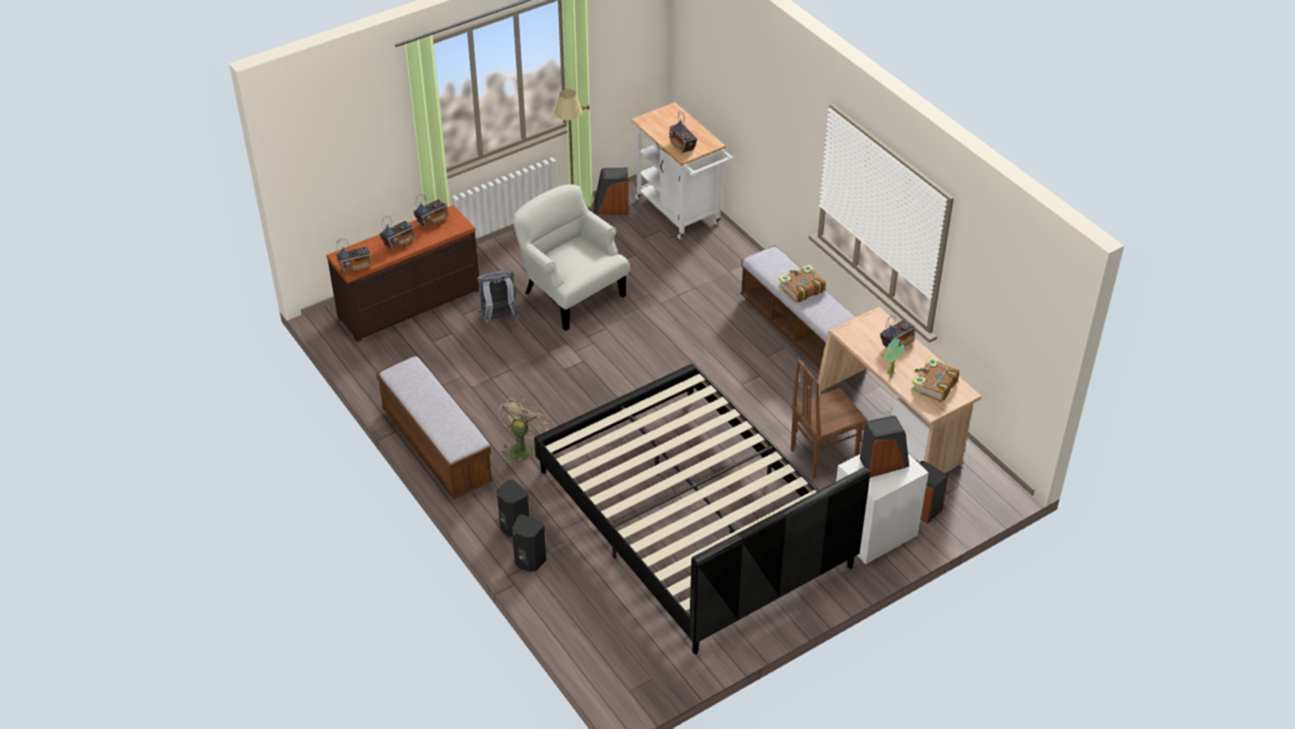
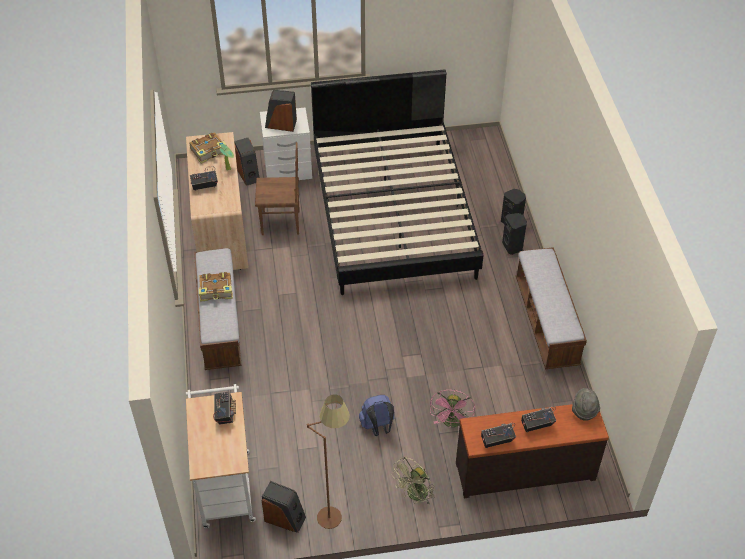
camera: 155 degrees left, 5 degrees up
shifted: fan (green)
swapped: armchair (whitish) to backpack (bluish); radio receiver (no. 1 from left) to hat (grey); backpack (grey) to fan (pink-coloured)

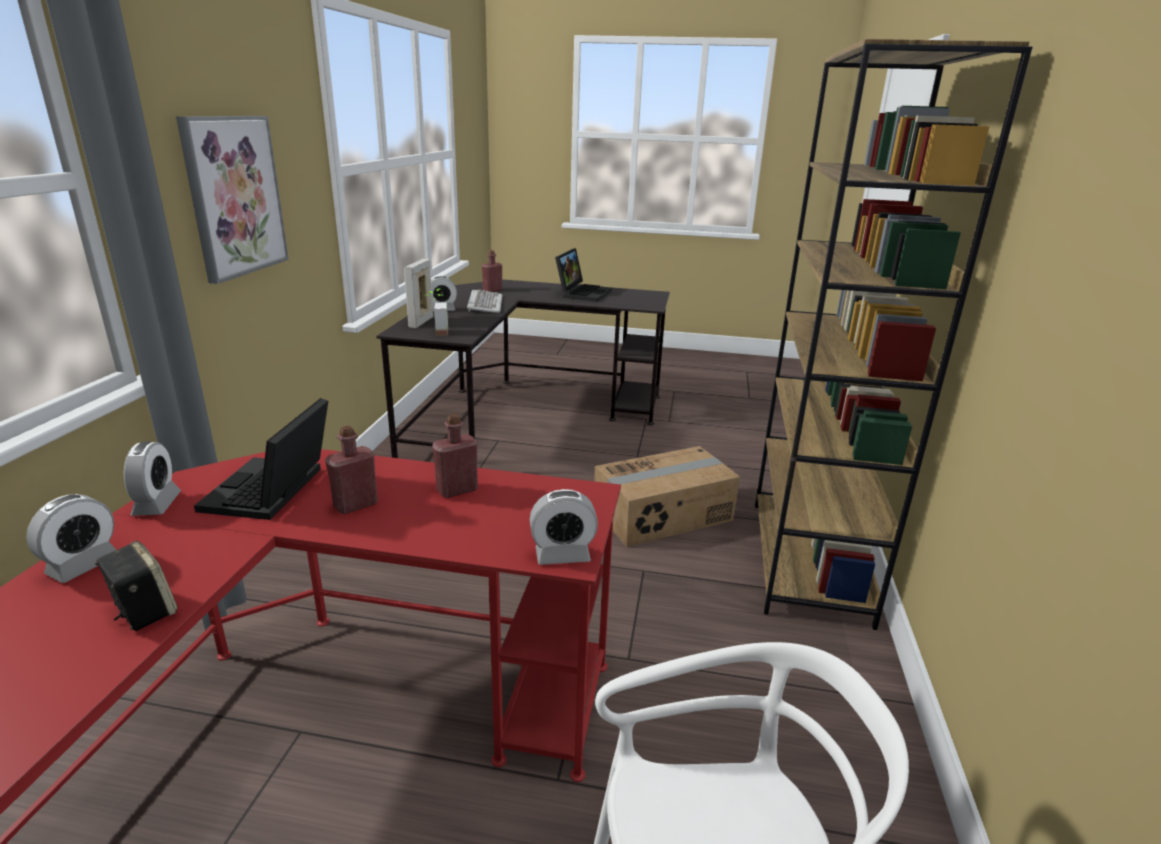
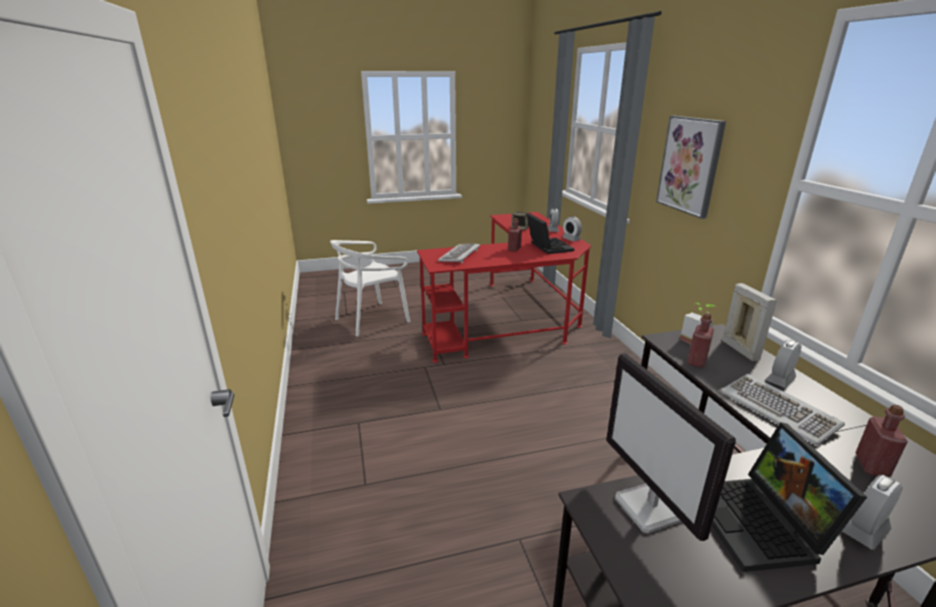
camera: 155 degrees right, 0 degrees up
gone: shelving unit (brown-coloured); cardboard box
new: keyboard (no. 1 from left); computer display
shifted: beverage bottle (red-coloured) (no. 2 from left); table clock (no. 4 from left)

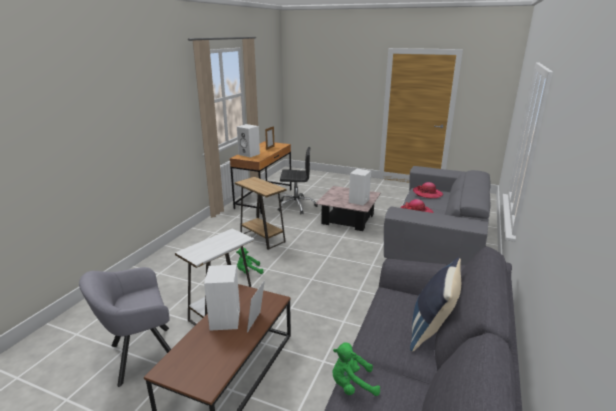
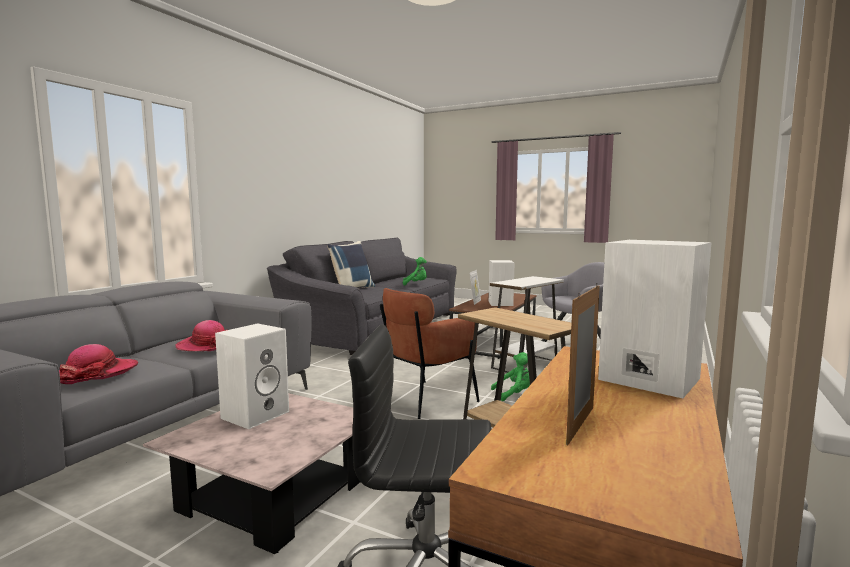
camera: 175 degrees left, 15 degrees down
new: armchair (brown-coloured)

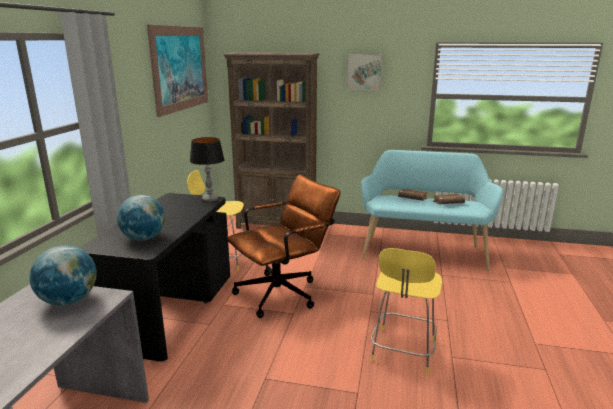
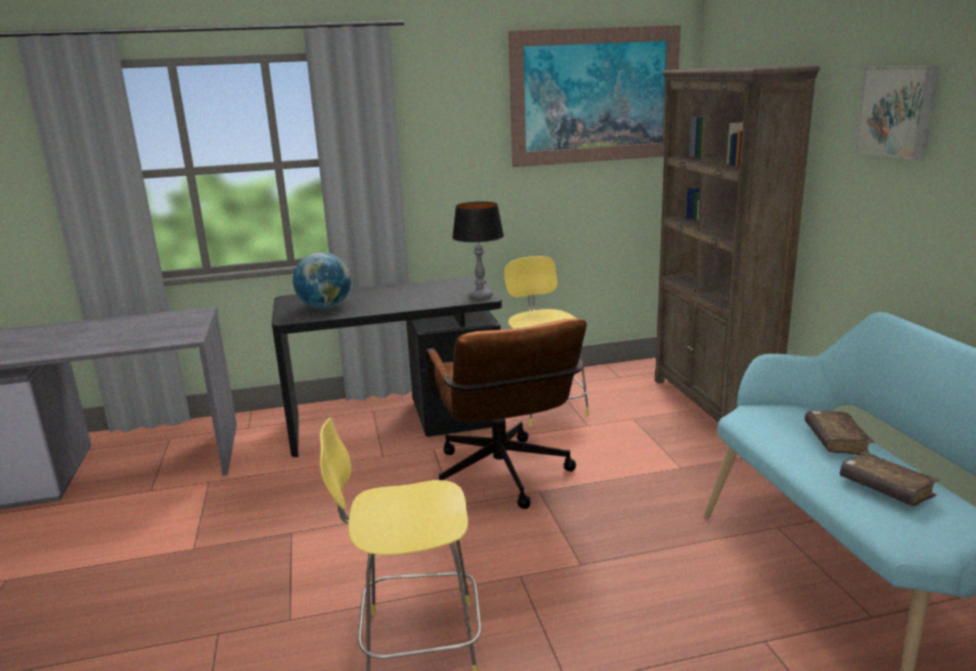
camera: 65 degrees right, 0 degrees up
gone: globe (no. 1 from left)
rotated: office chair (brown-coloured) 45 degrees clockwise

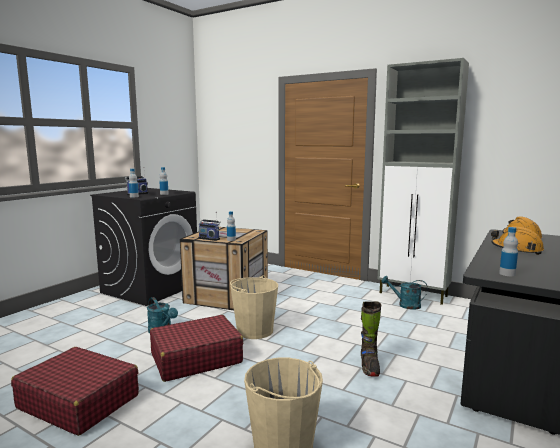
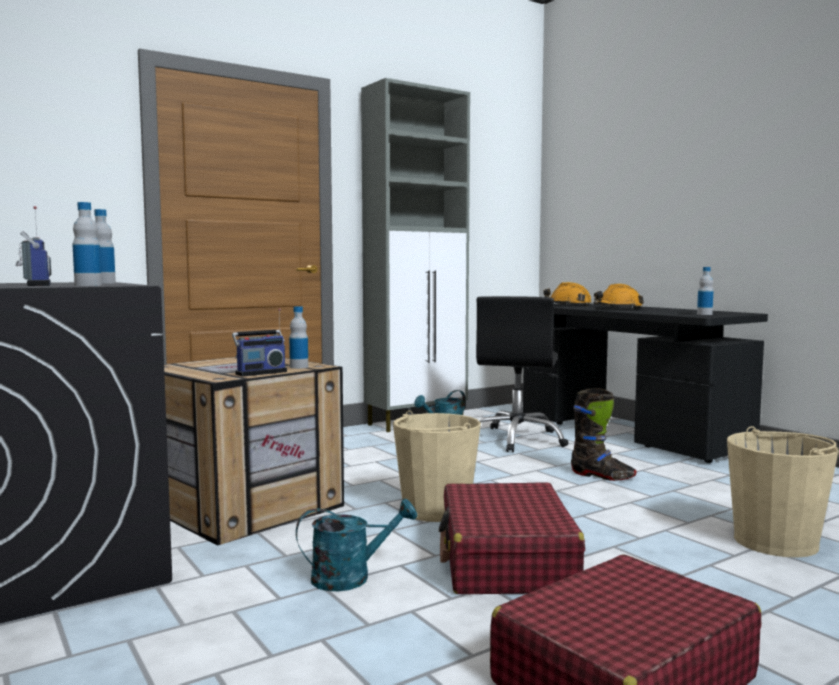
camera: 65 degrees left, 5 degrees down
new: office chair (blackish)

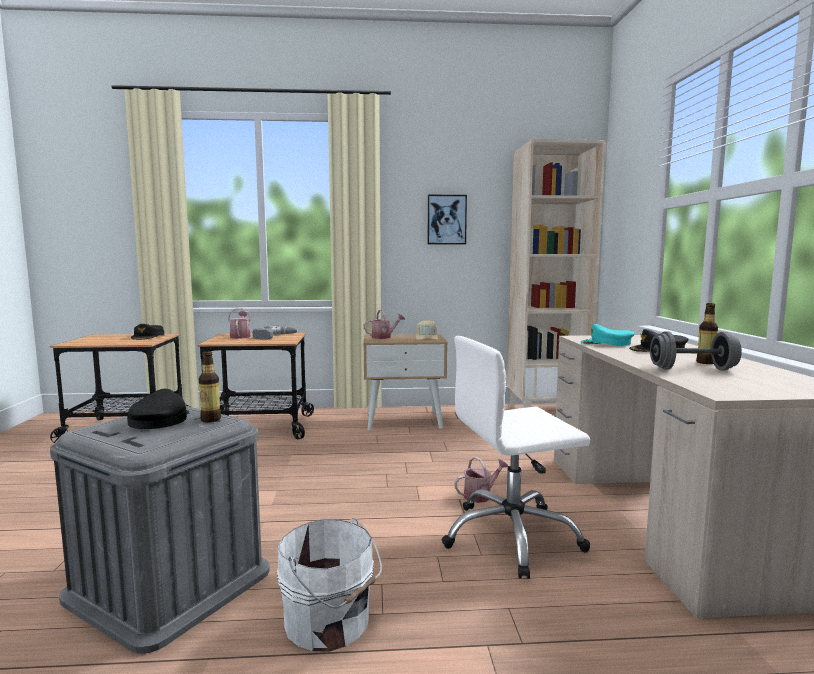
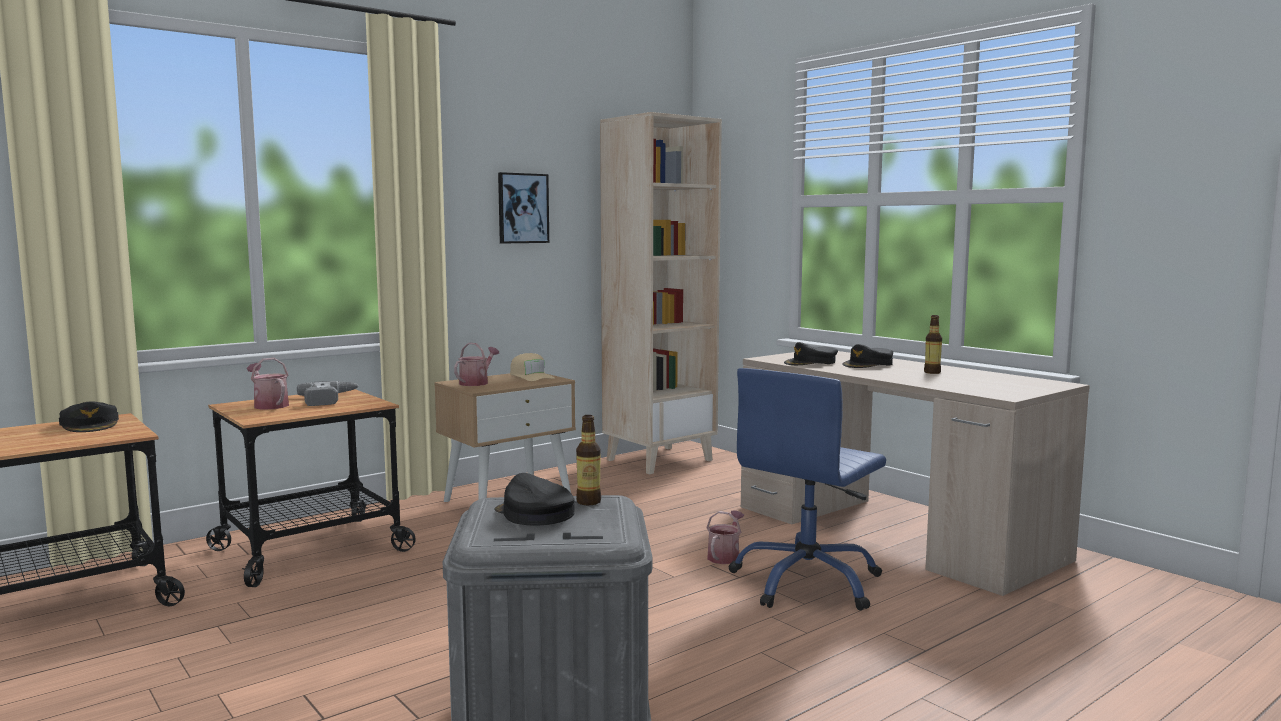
camera: 35 degrees left, 0 degrees up
gone: hand weight (grey); bucket (whitish)
repainted: peaked cap (blue-green) to peaked cap (blackish) (no. 3 from left); office chair (whitish) to office chair (bluish)

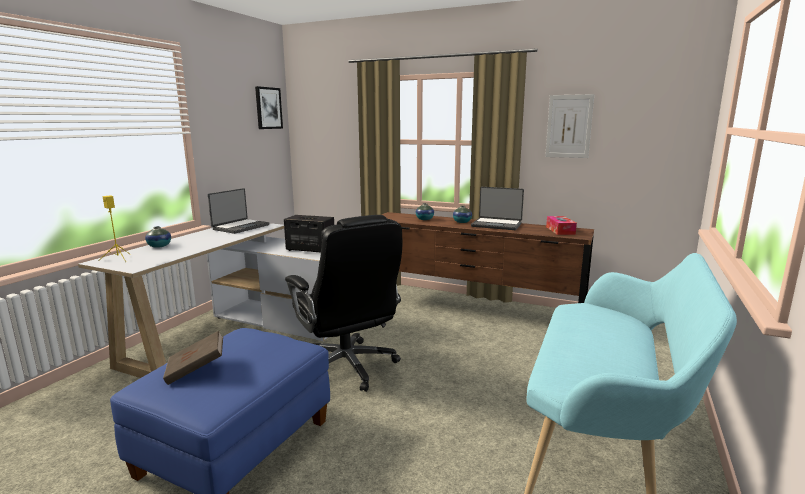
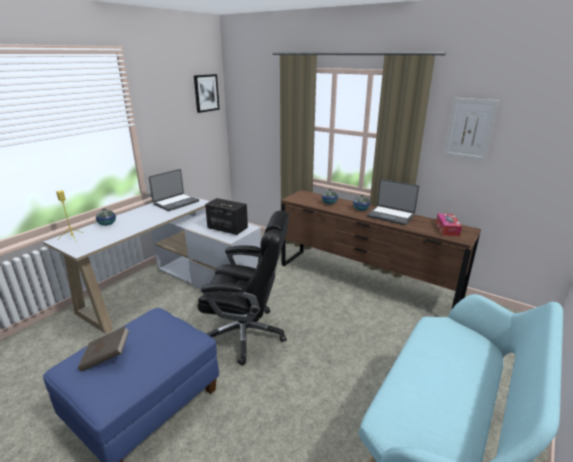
camera: 10 degrees right, 10 degrees up
rotated: office chair (blackish) 60 degrees counterclockwise

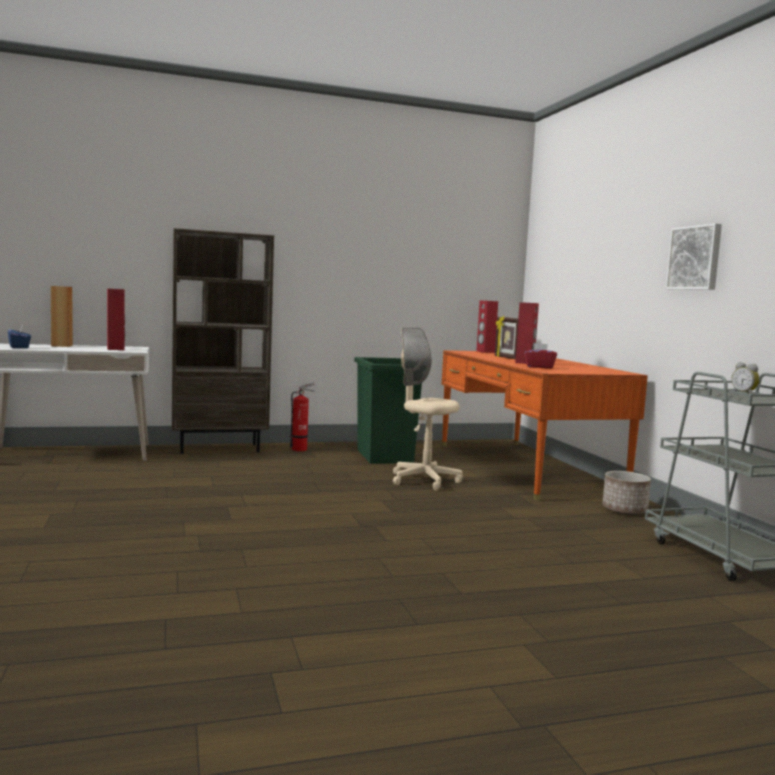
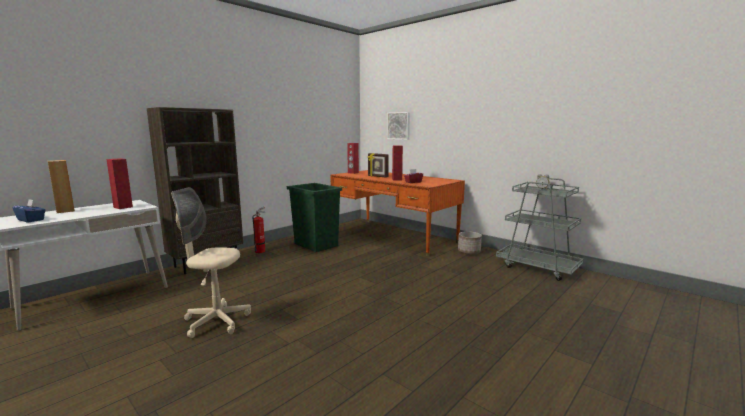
camera: 30 degrees left, 5 degrees up
shifted: wall art; office chair (beige)

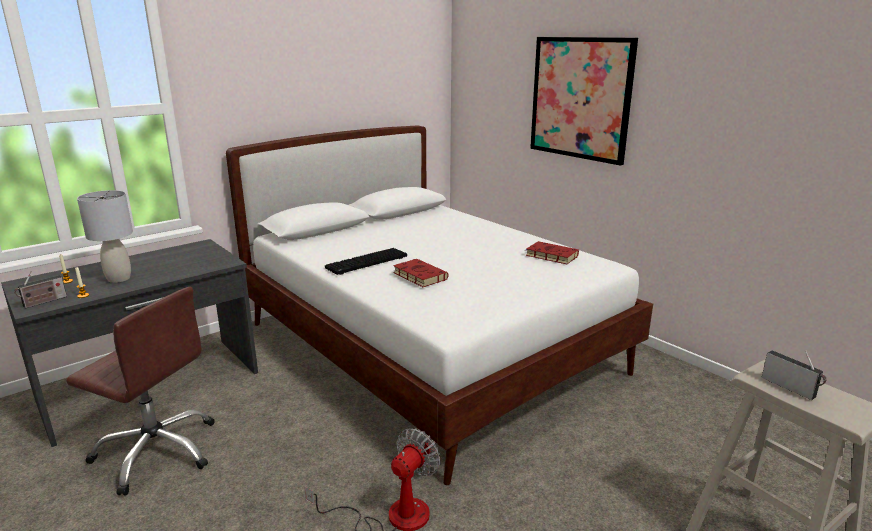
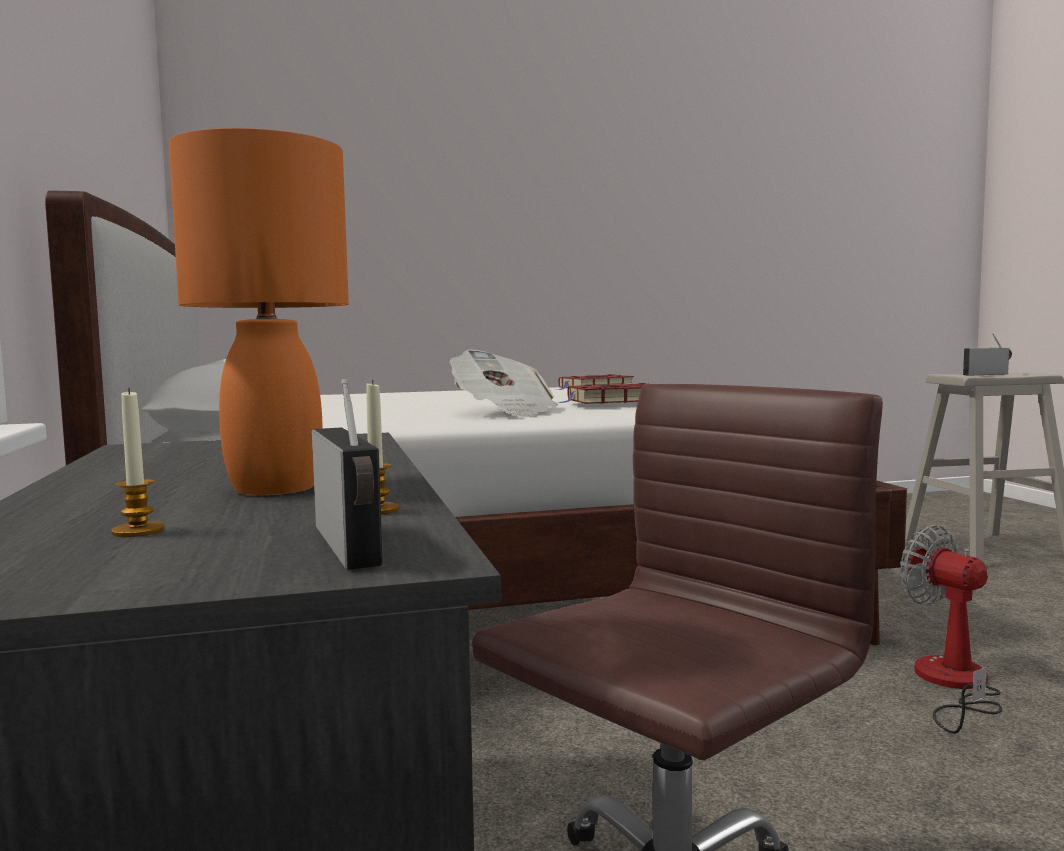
camera: 65 degrees left, 15 degrees down
gone: wall art
swapped: keyboard to daily paper
repainted: table lamp (grey) to table lamp (orange)

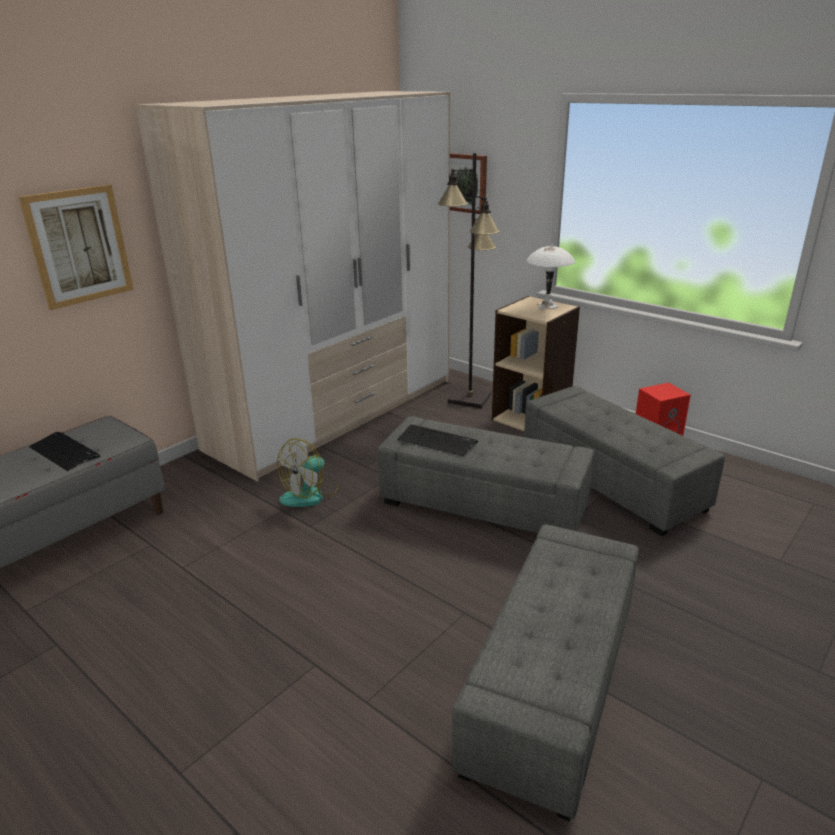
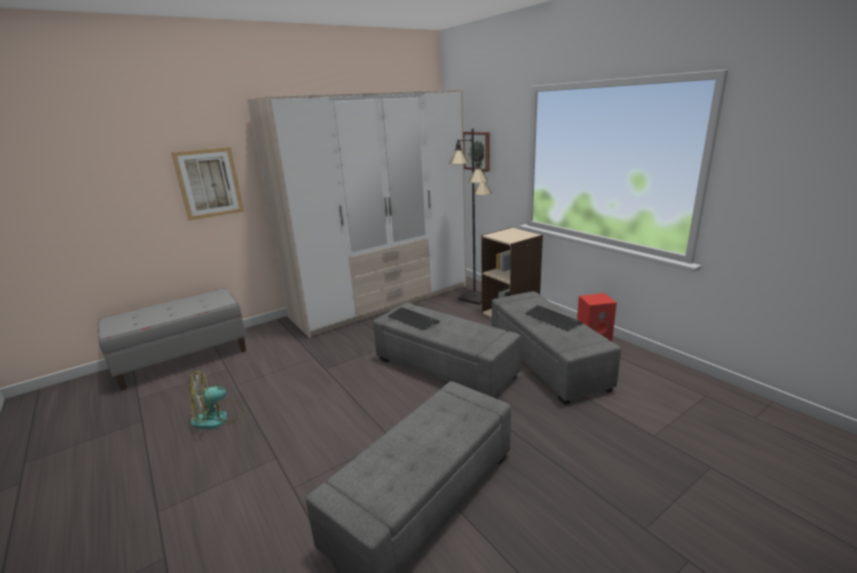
camera: 15 degrees right, 5 degrees down
gone: table lamp (whitish)
shifted: keyboard (no. 1 from left in the first image) to keyboard (no. 2 from left); fan

